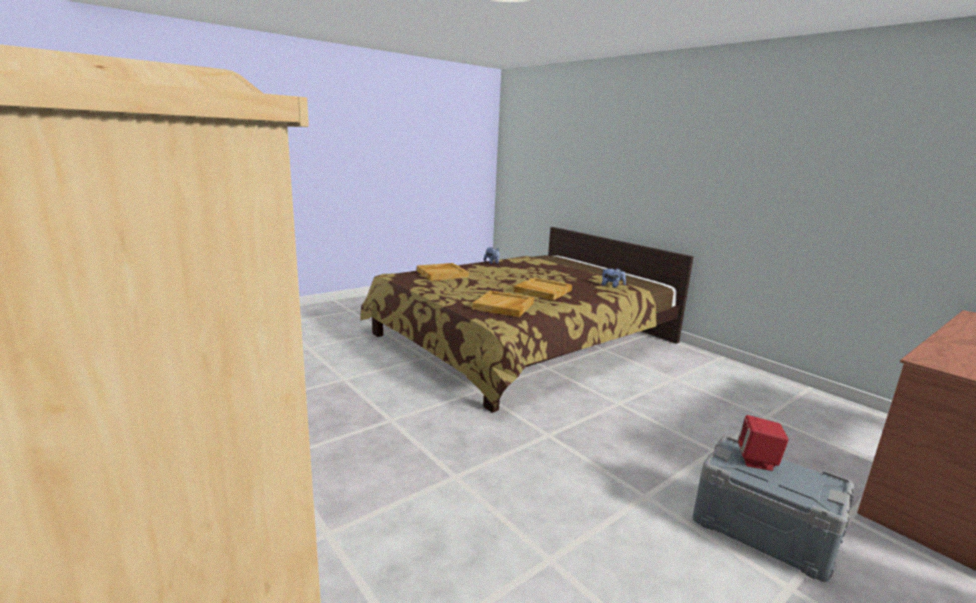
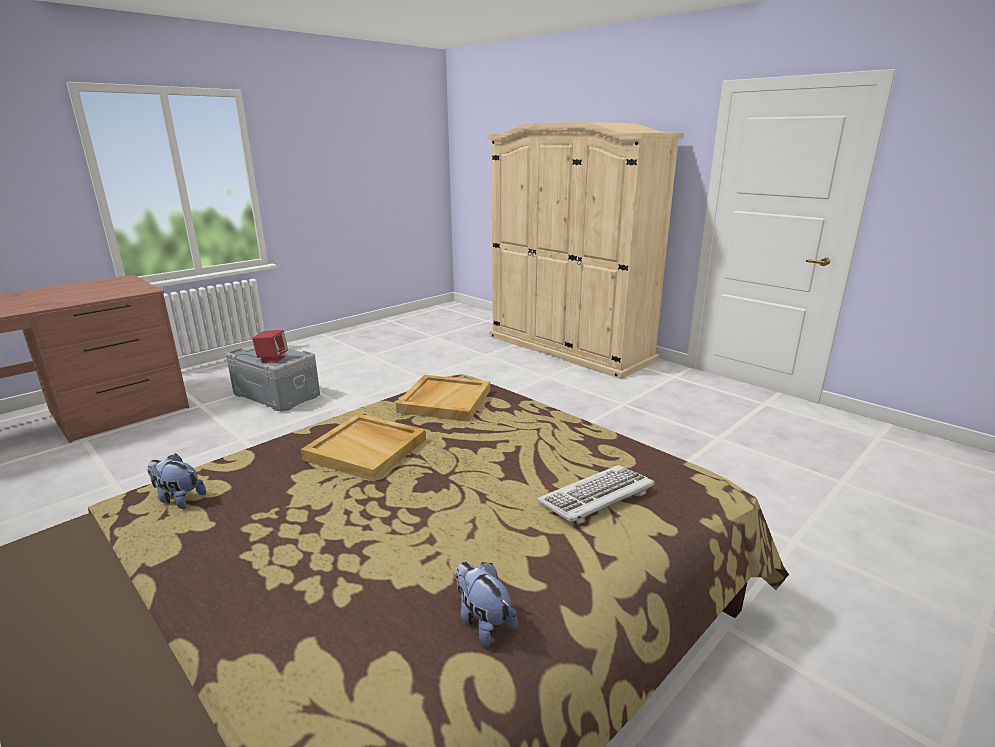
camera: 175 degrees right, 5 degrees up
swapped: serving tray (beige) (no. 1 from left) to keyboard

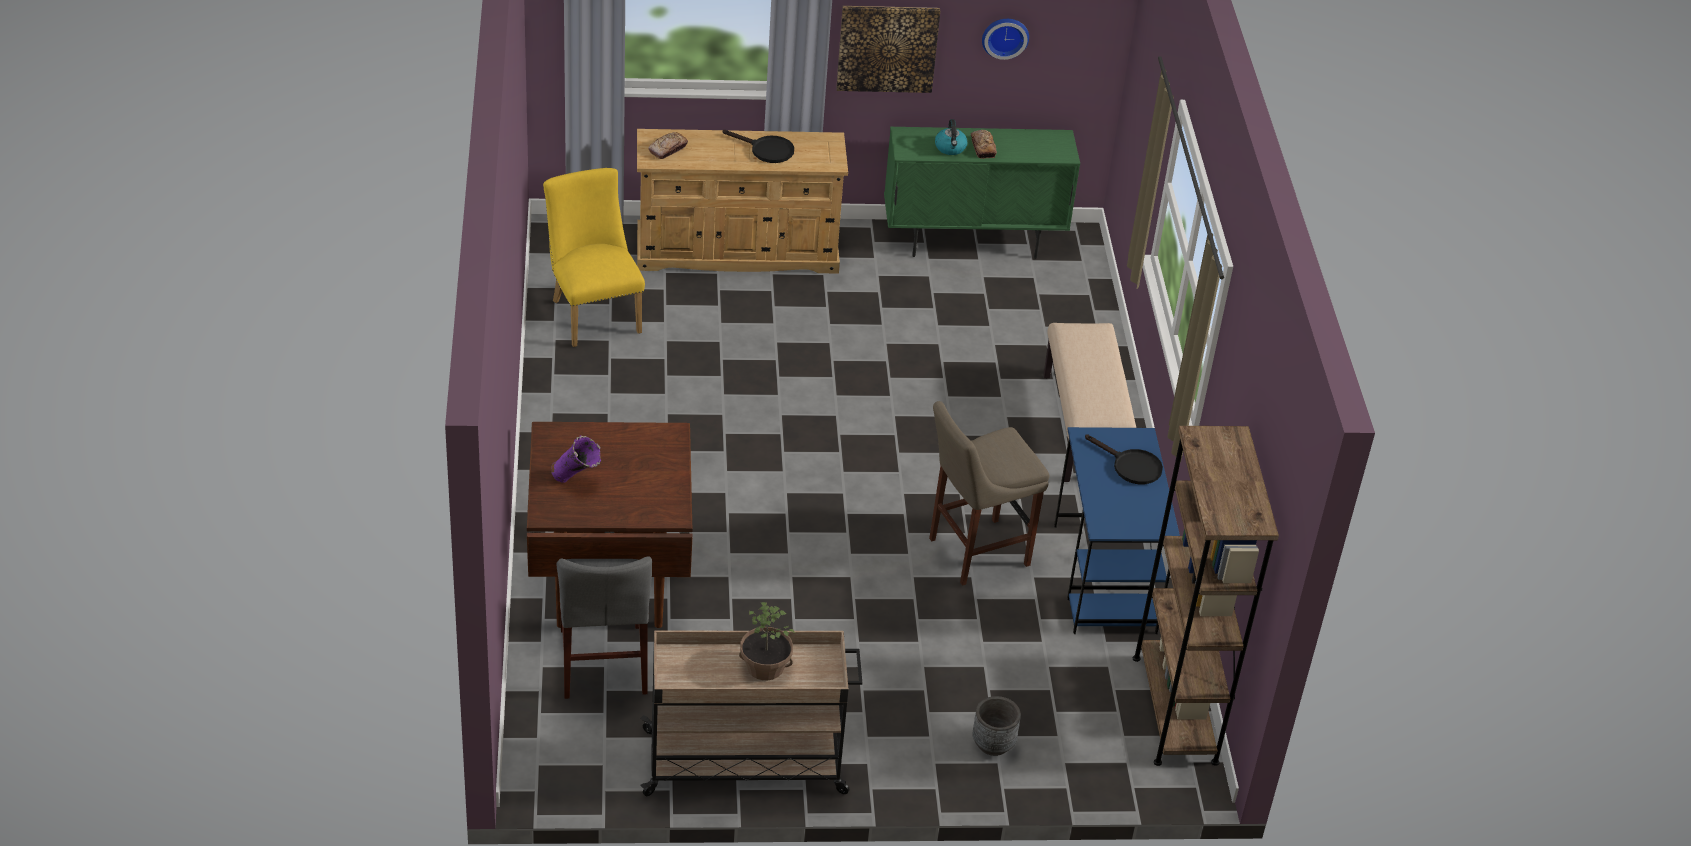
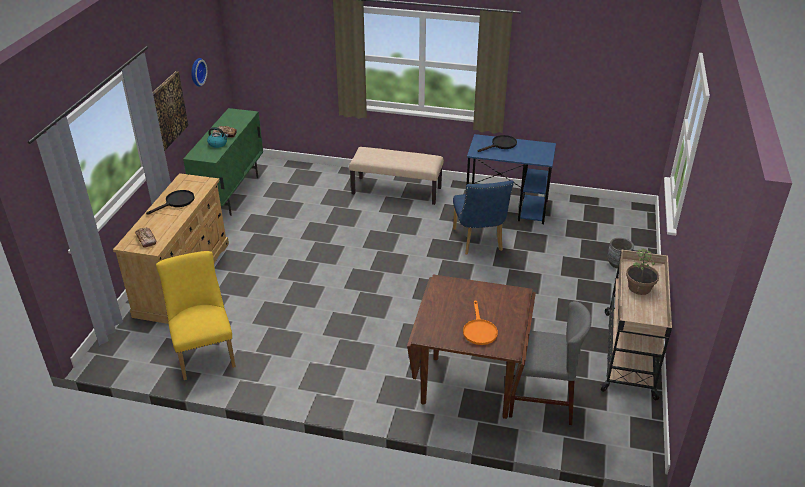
camera: 70 degrees left, 5 degrees down
gone: shelving unit (brown-coloured)
swapped: stool (beige) to chair (bluish); vase (purplish) to skillet (orange)
rotated: chair (yellow) 75 degrees clockwise

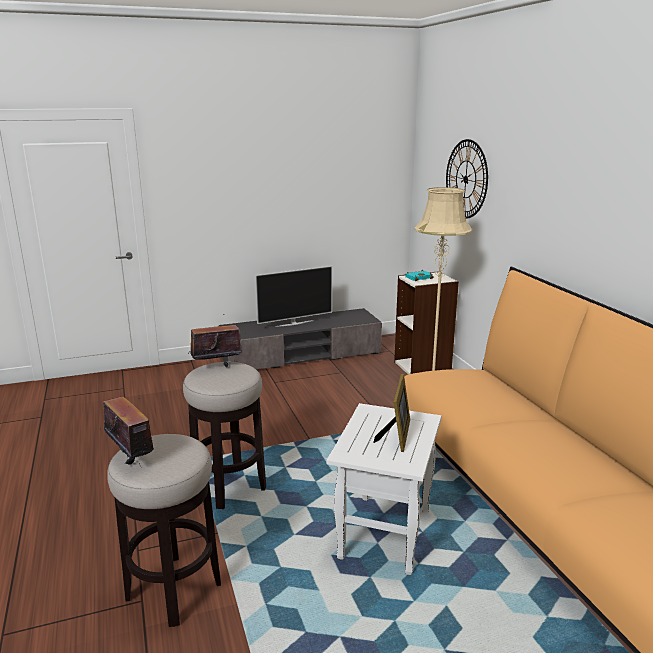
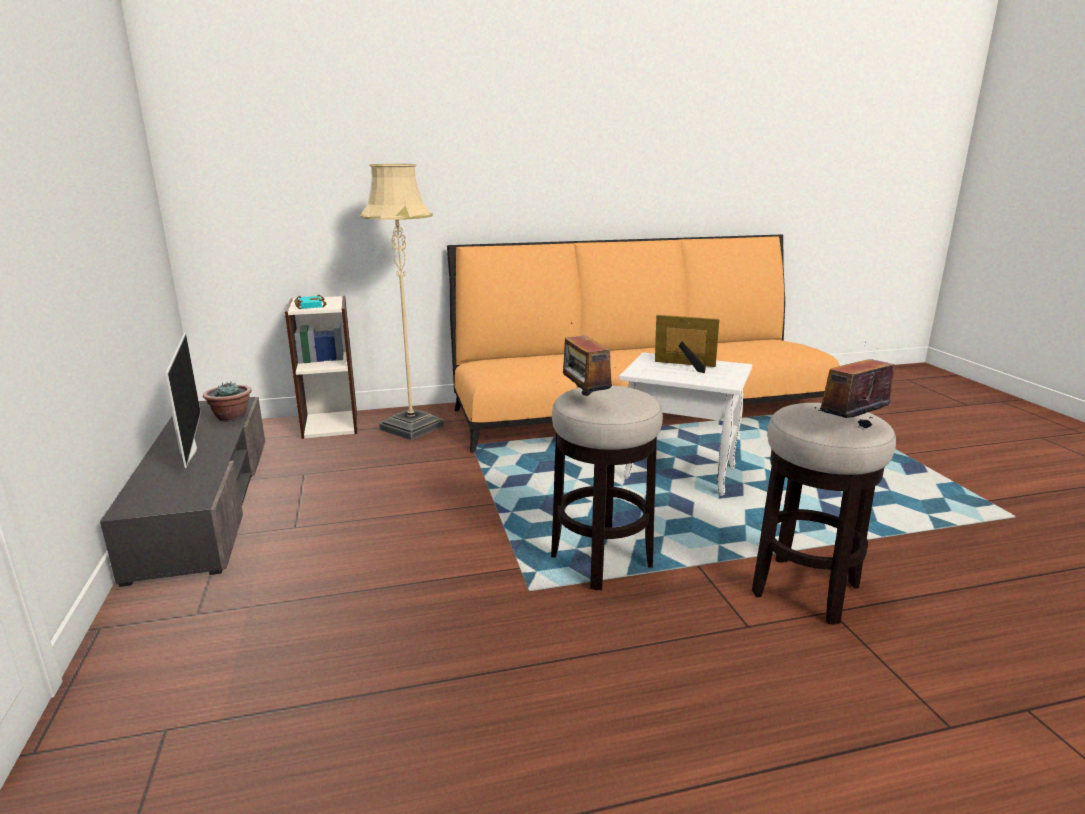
camera: 85 degrees left, 0 degrees up
gone: clock on the wall
new: potted plant

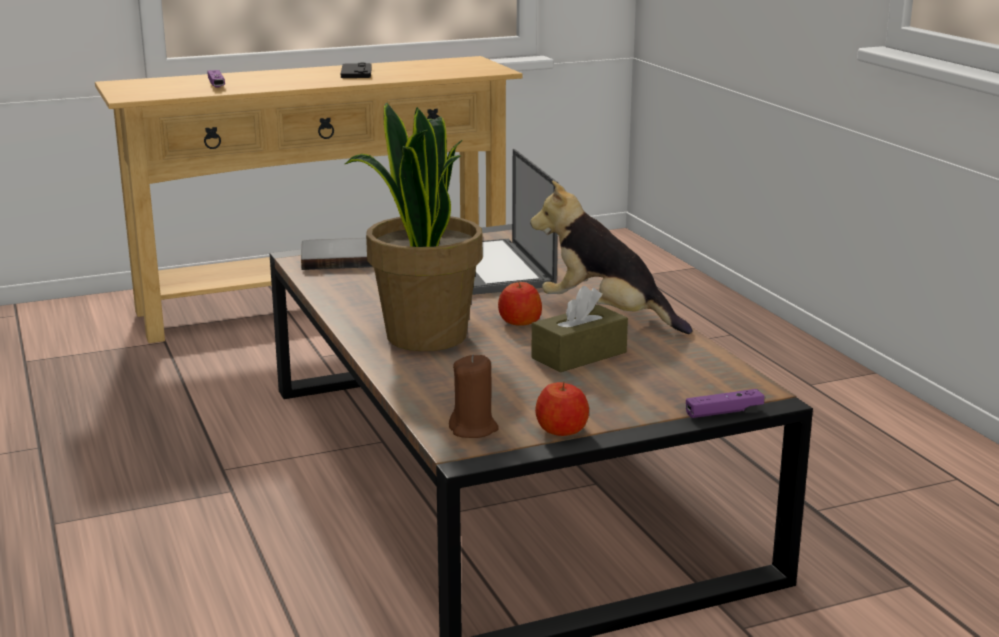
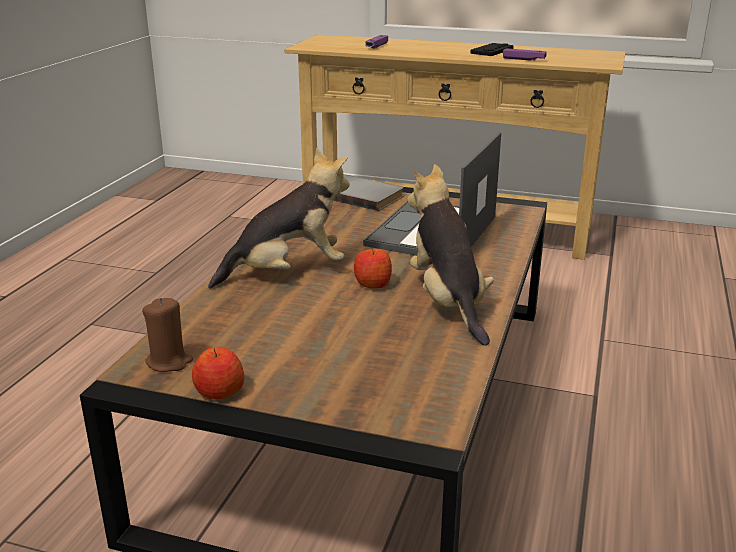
camera: 40 degrees right, 5 degrees up
gone: box of tissues (brown-coloured)
shifted: joypad (purplish) (no. 2 from left)
swapped: potted plant to soft toy (no. 1 from left)

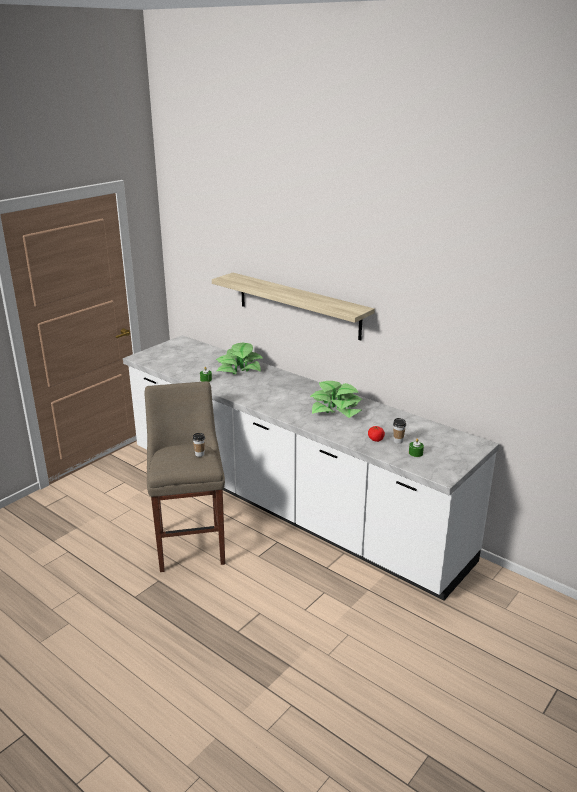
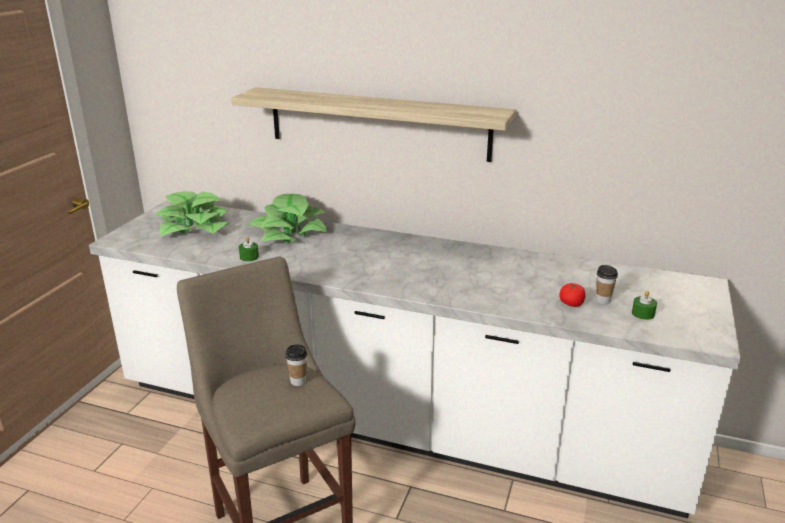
camera: 20 degrees left, 0 degrees up
shifted: potted plant (no. 2 from left in the first image) to potted plant (no. 1 from left)

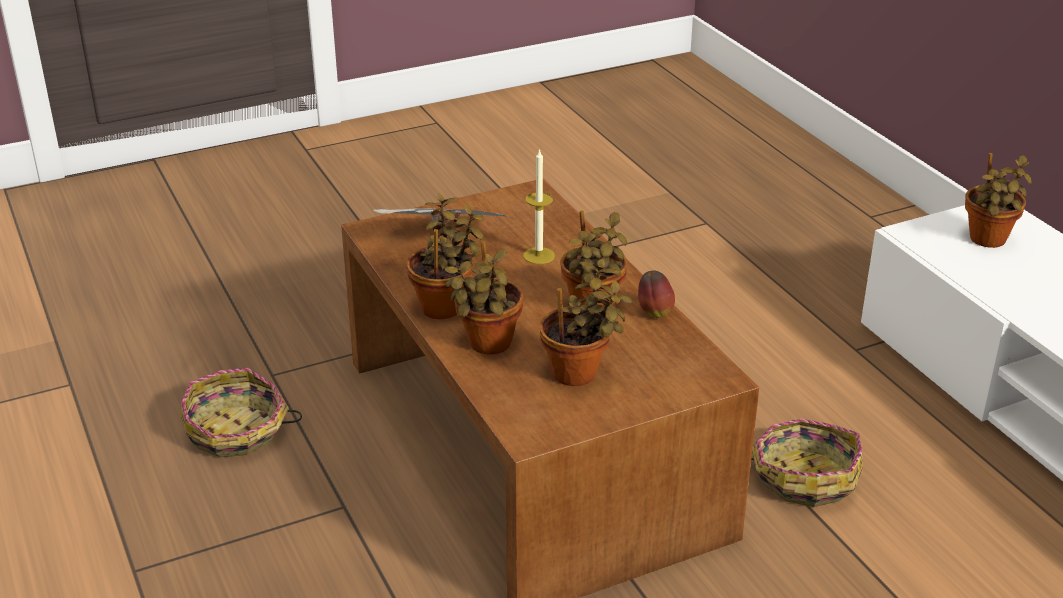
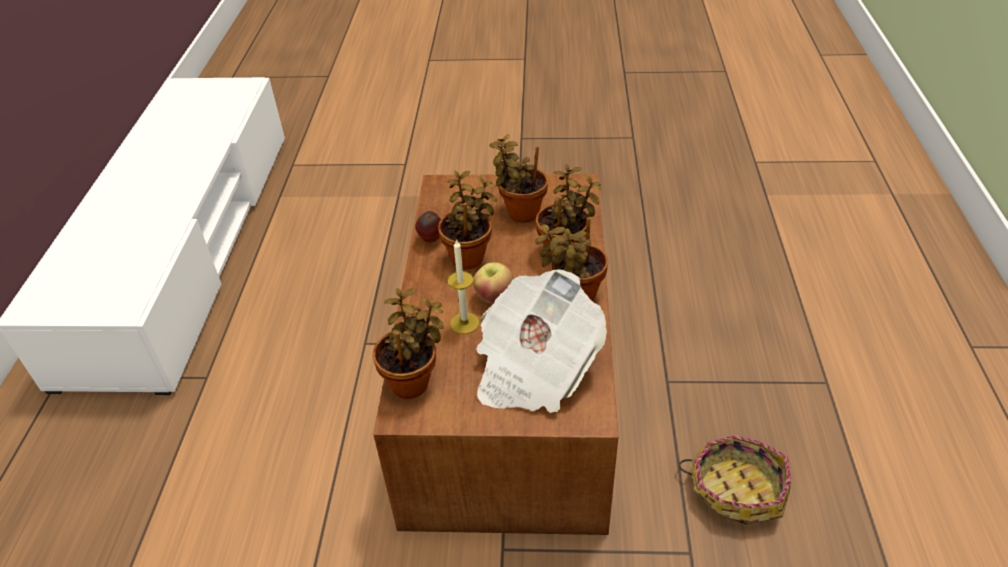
camera: 150 degrees left, 10 degrees up
gone: basket (no. 2 from left)
new: whole apple (no. 2 from left)
shifted: potted plant (no. 5 from left in the first image) to potted plant (no. 1 from left)

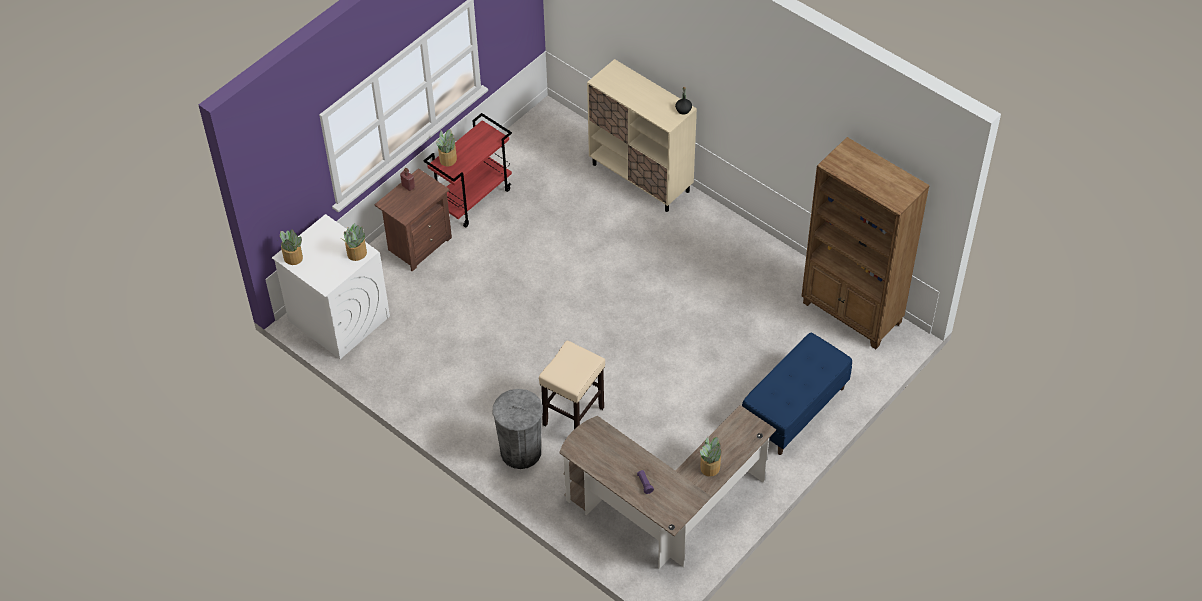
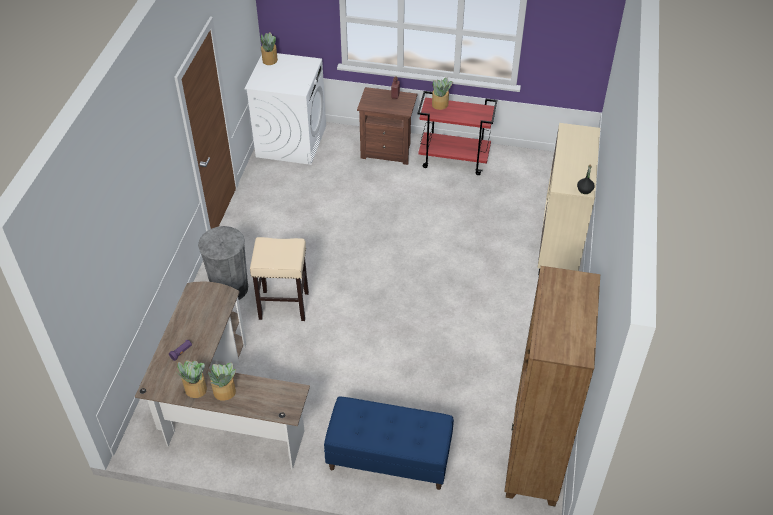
camera: 60 degrees right, 5 degrees down
shifted: potted plant (no. 2 from left in the first image) to potted plant (no. 1 from left)

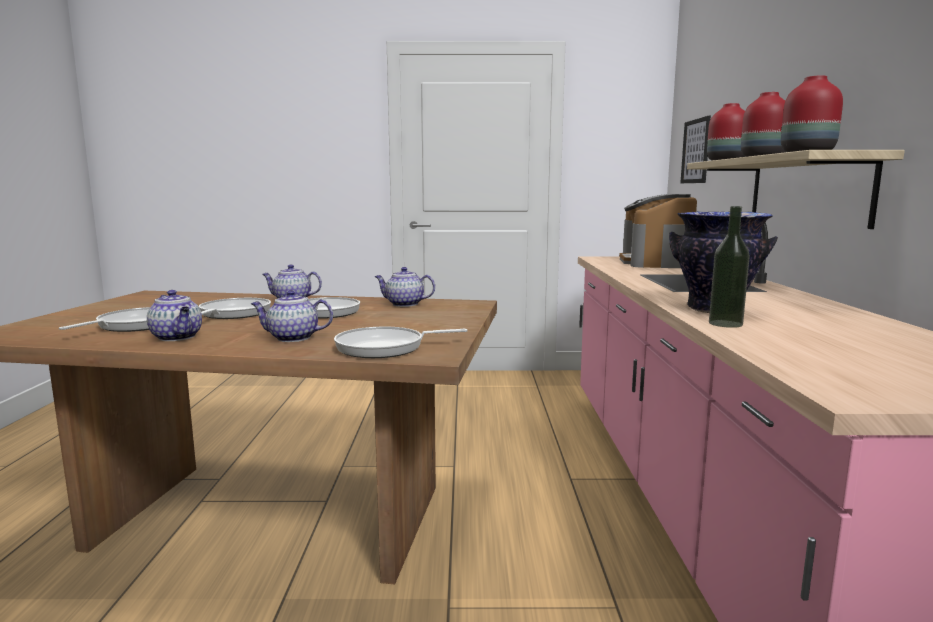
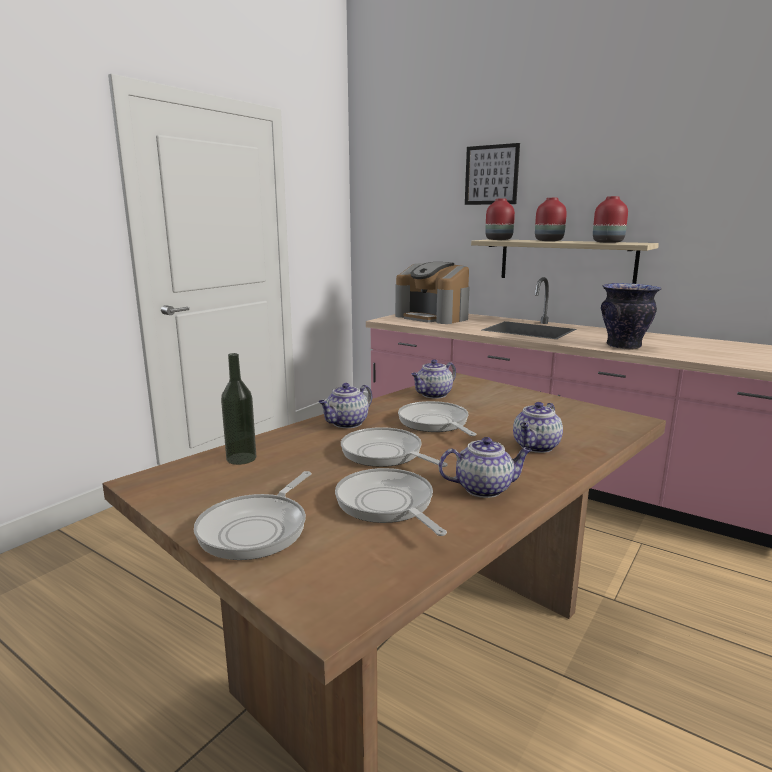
camera: 55 degrees left, 5 degrees up
shifted: wall art; beverage bottle; skillet (no. 4 from left in the first image) to skillet (no. 1 from left)

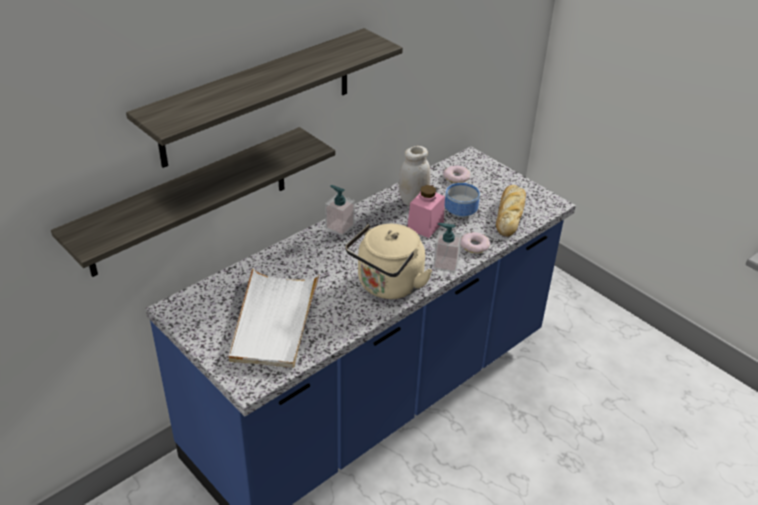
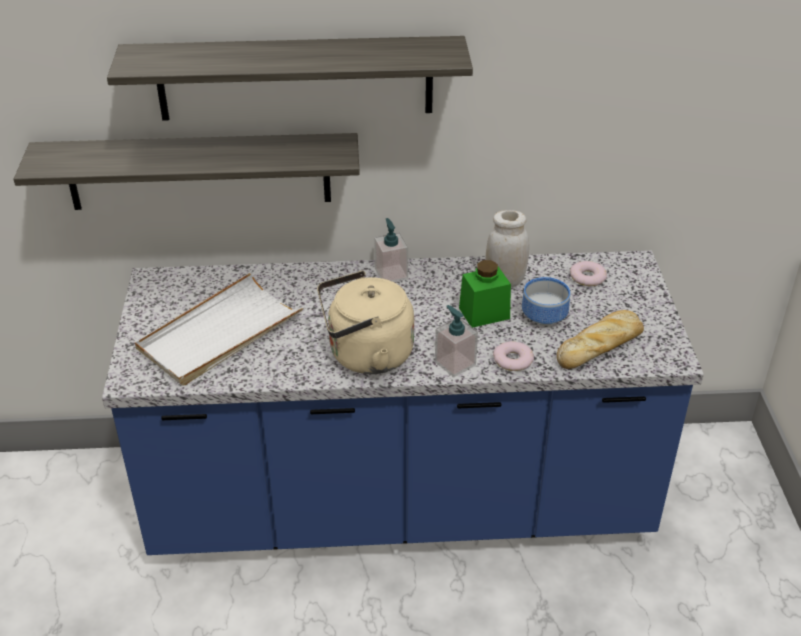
camera: 40 degrees right, 0 degrees up
repainted: jar (pink-coloured) to jar (green)

